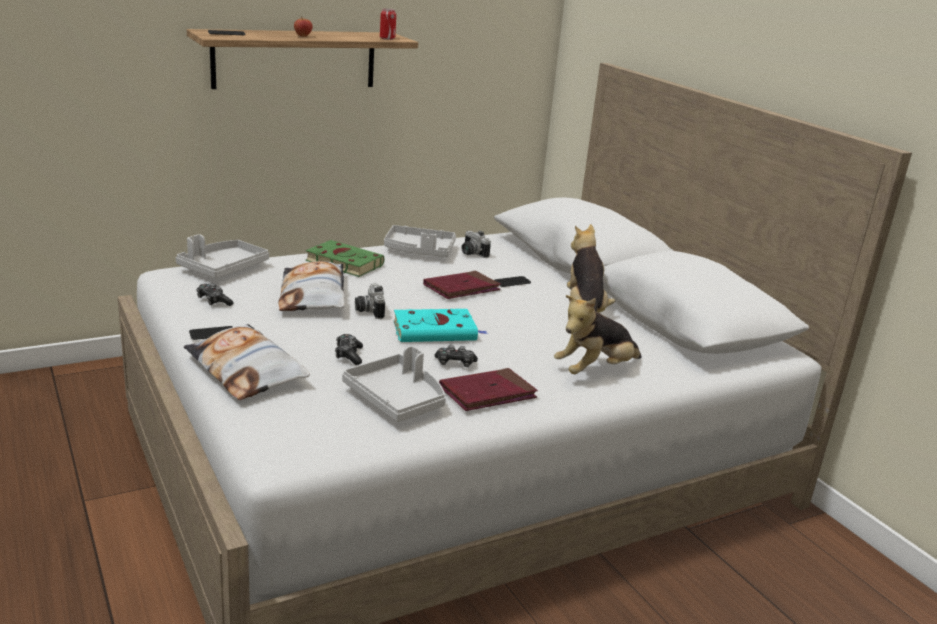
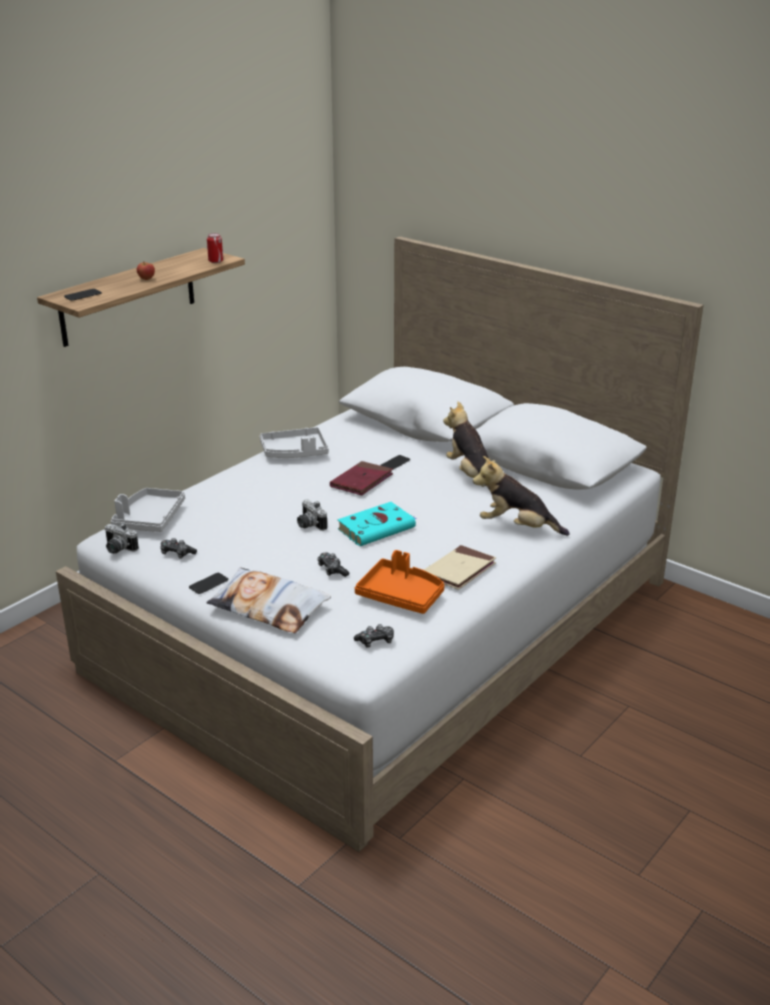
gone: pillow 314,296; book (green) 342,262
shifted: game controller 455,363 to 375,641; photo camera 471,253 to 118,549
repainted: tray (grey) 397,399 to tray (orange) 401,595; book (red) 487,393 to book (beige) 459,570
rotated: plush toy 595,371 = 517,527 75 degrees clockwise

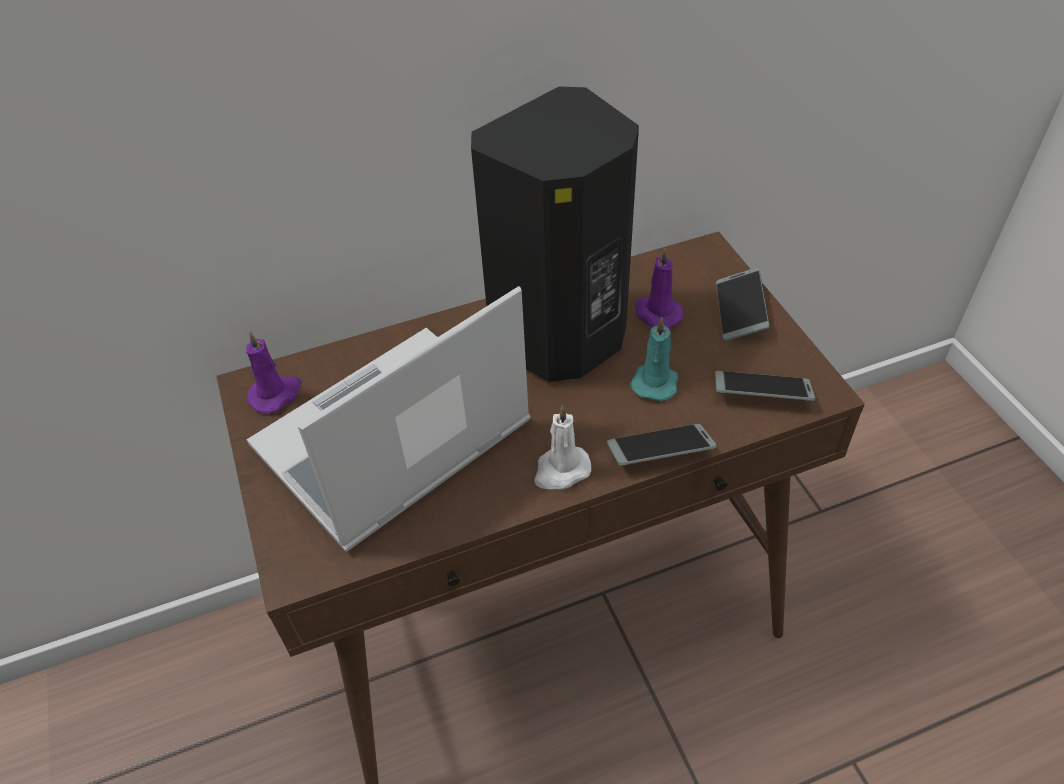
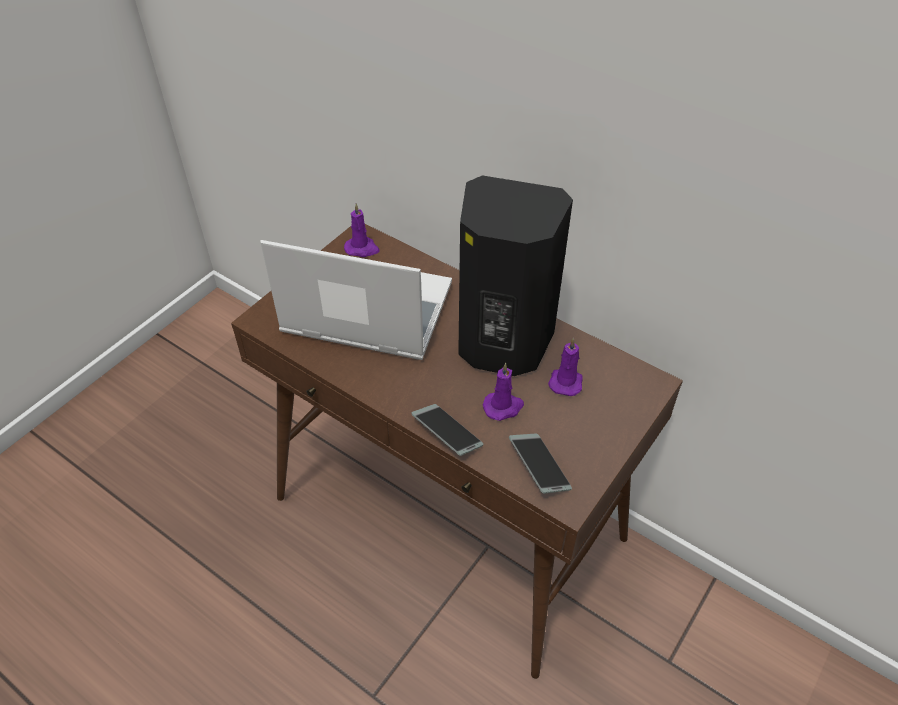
gone: candle (white) 561,470; phone 740,311
repainted: candle (turquoise) 655,381 to candle (purple) 503,407

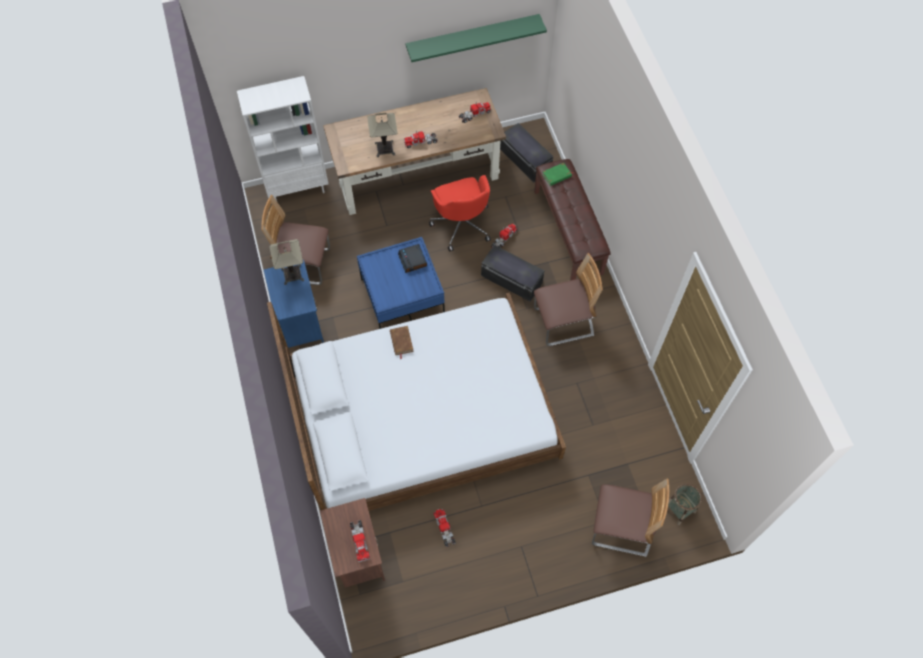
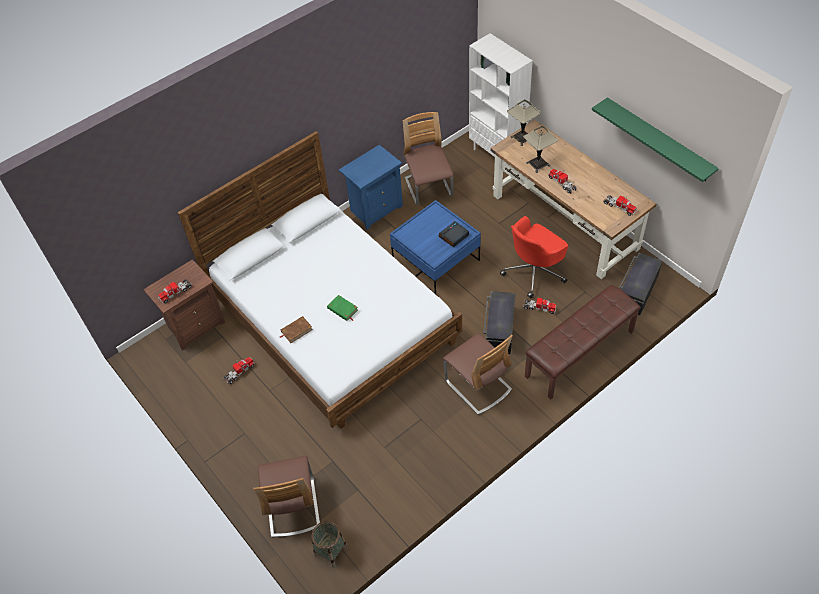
shifted: table lamp 292,274 to 522,138; book (brown) 401,342 to 296,330; book (green) 557,175 to 342,309

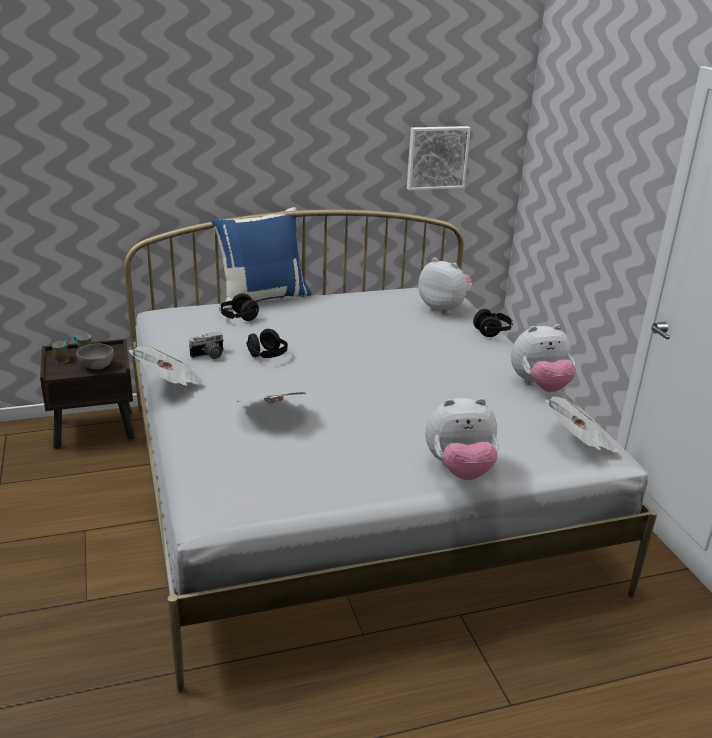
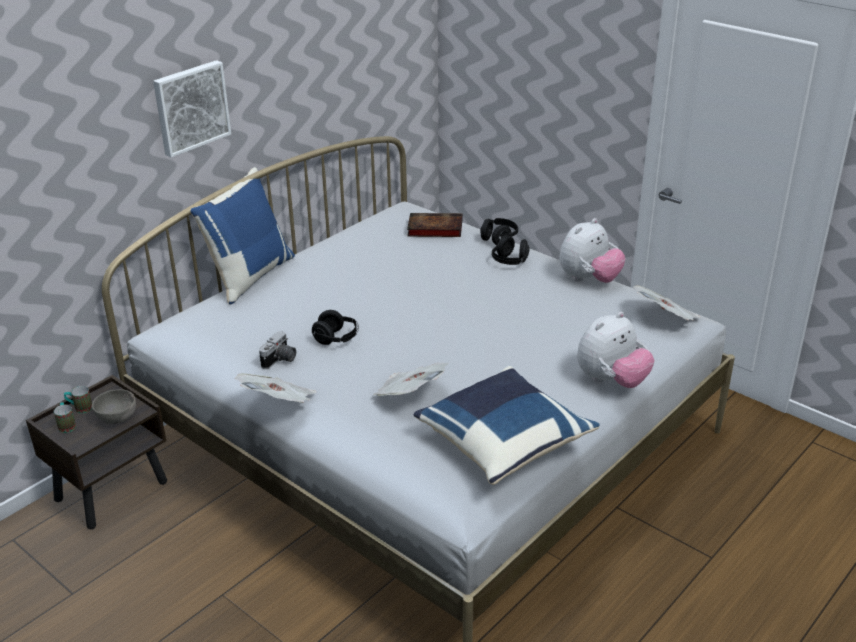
new: pillow (blue) 503,443
shifted: headphones (black) 238,318 to 510,262; picture 436,157 to 190,107
swapped: plush toy 444,308 to book 433,229

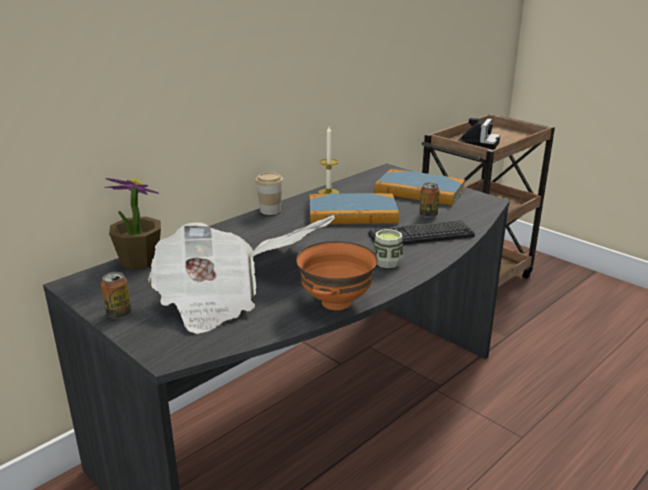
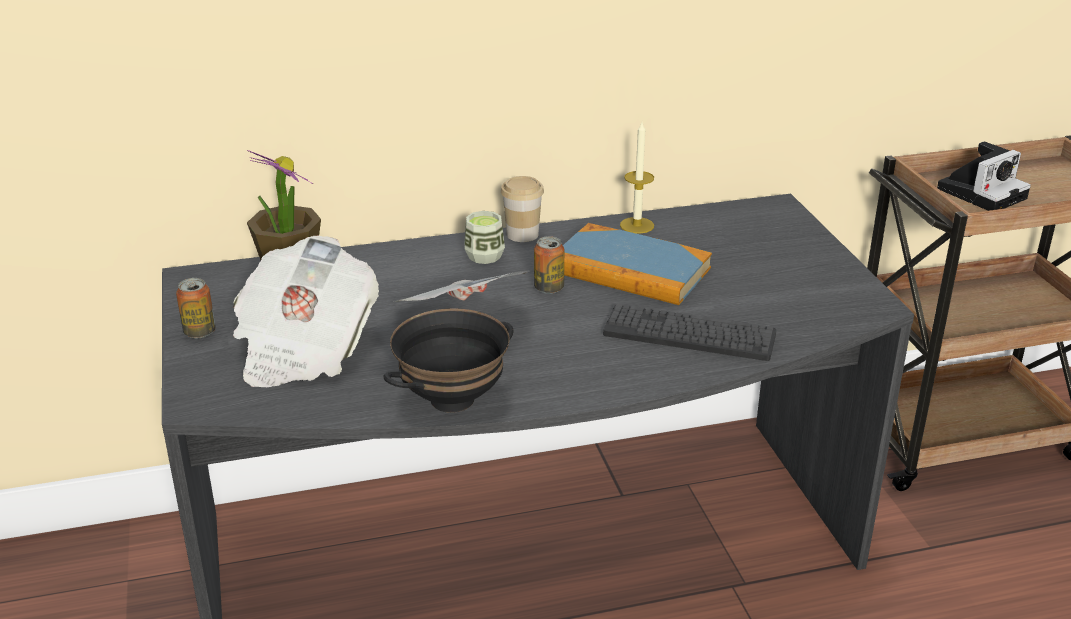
gone: book 419,191
shifted: cup 387,262 to 484,256; can 428,215 to 549,288
repainted: bowl (orange) 335,302 to bowl (black) 452,399

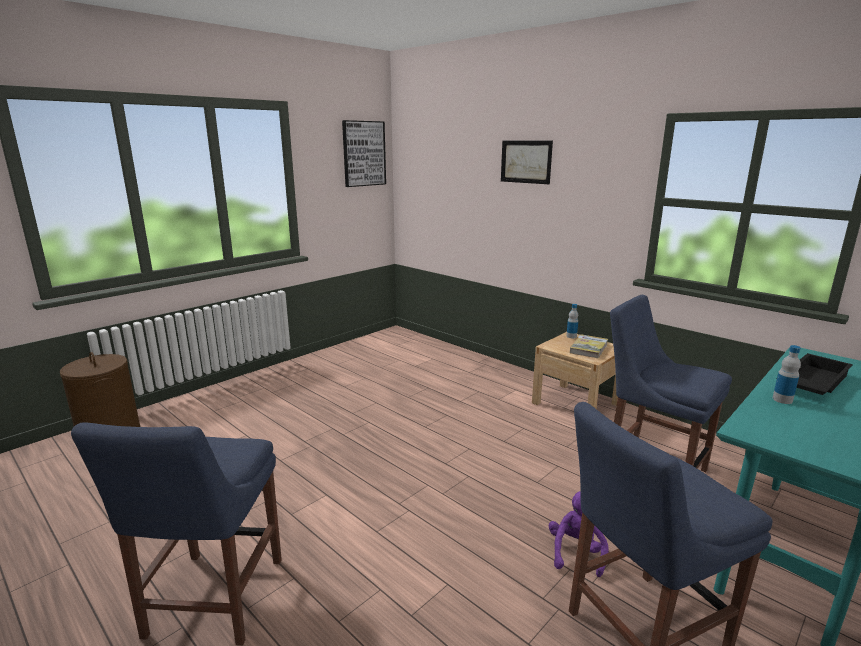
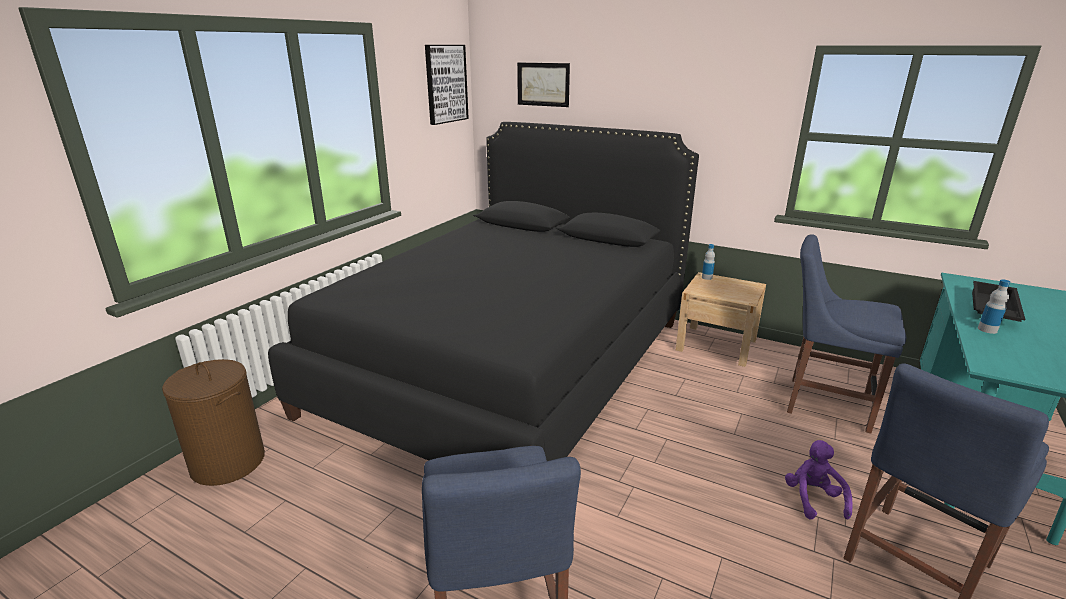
gone: book 589,348
new: bed (black) 510,364
shifted: picture 526,161 to 543,84

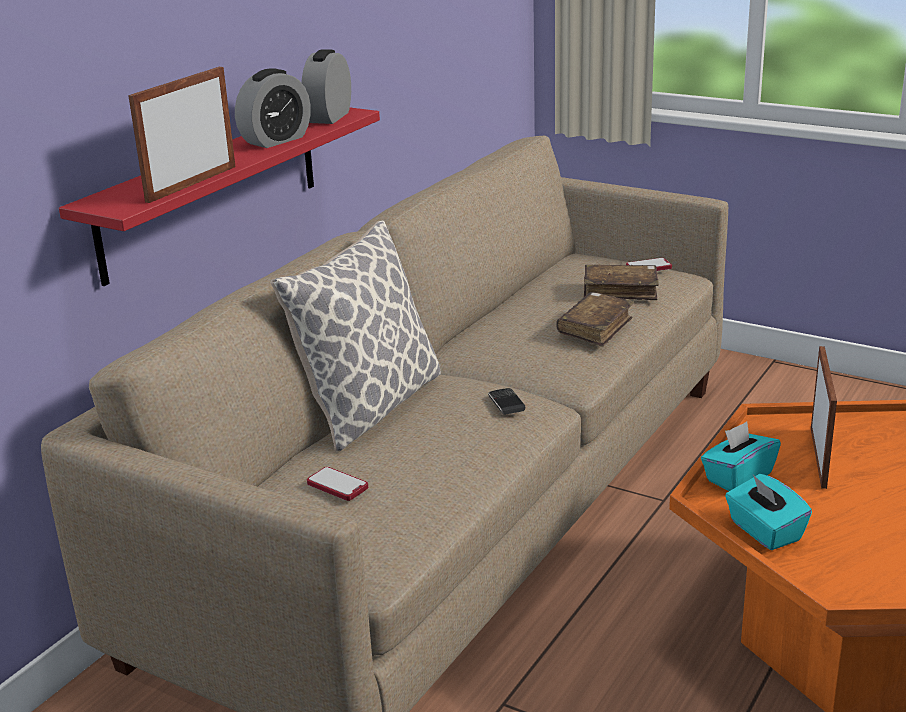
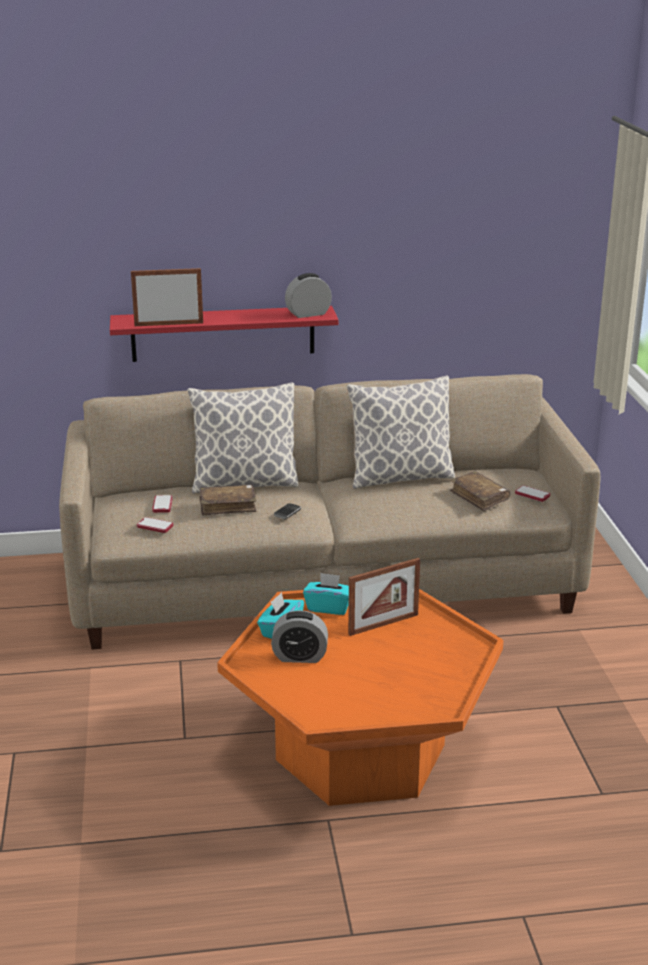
new: phone 155,526; pillow 400,477
shifted: alarm clock 276,140 to 300,657; book (brown) 595,328 to 227,506

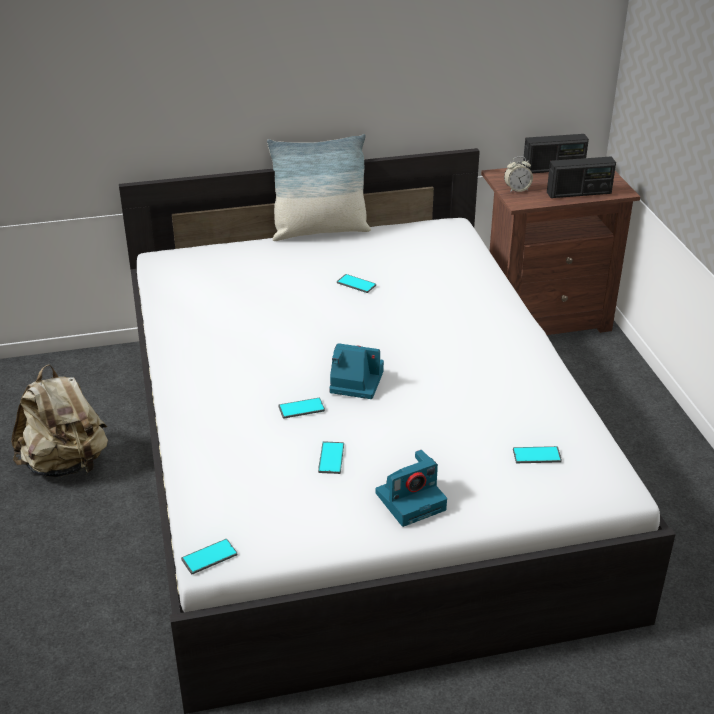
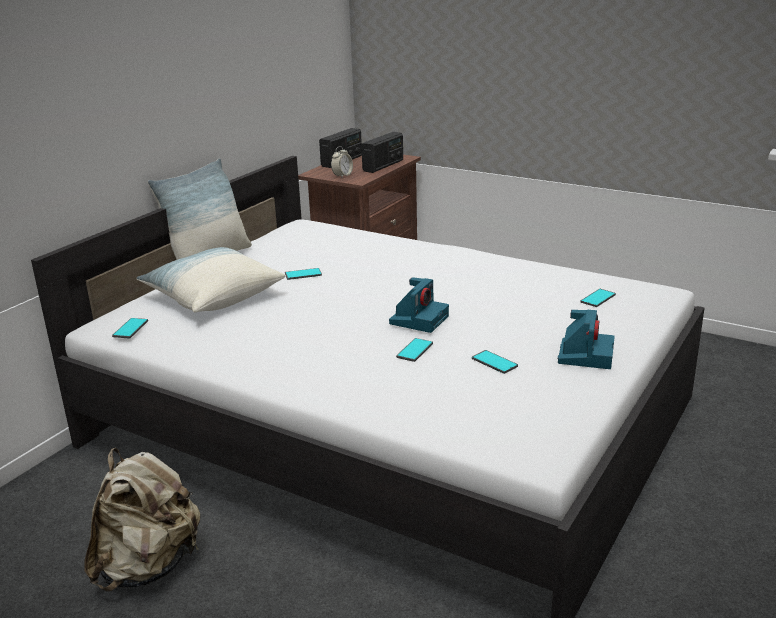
new: pillow 212,297
shifted: phone 209,557 to 130,329
rotated: photo camera 355,382 = 419,319 150 degrees clockwise

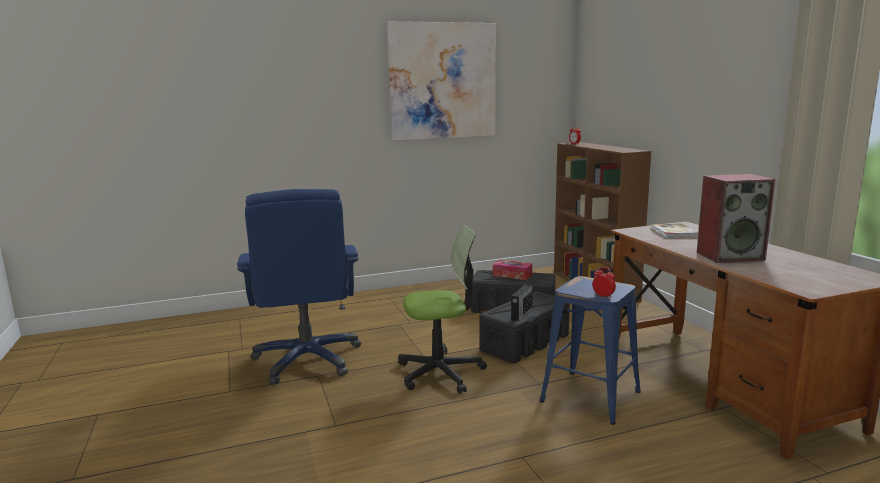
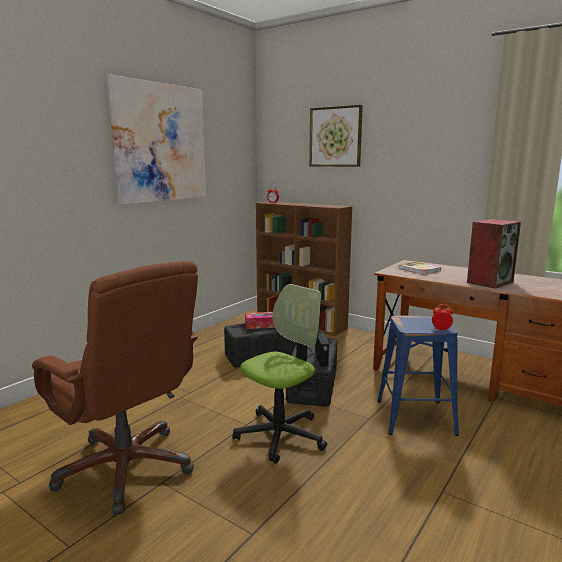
new: picture 335,137
repainted: office chair (blue) 308,360 to office chair (brown) 127,468

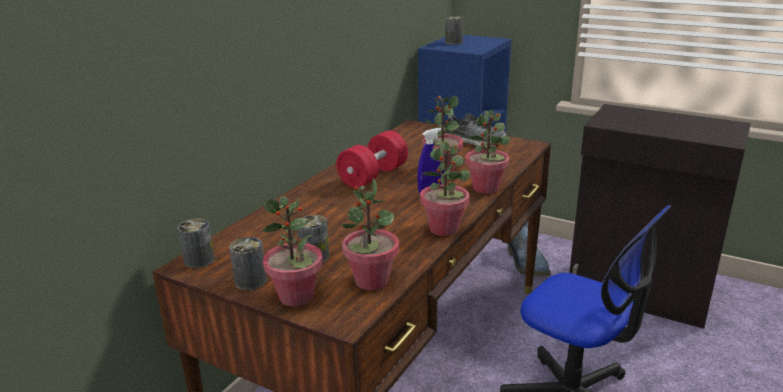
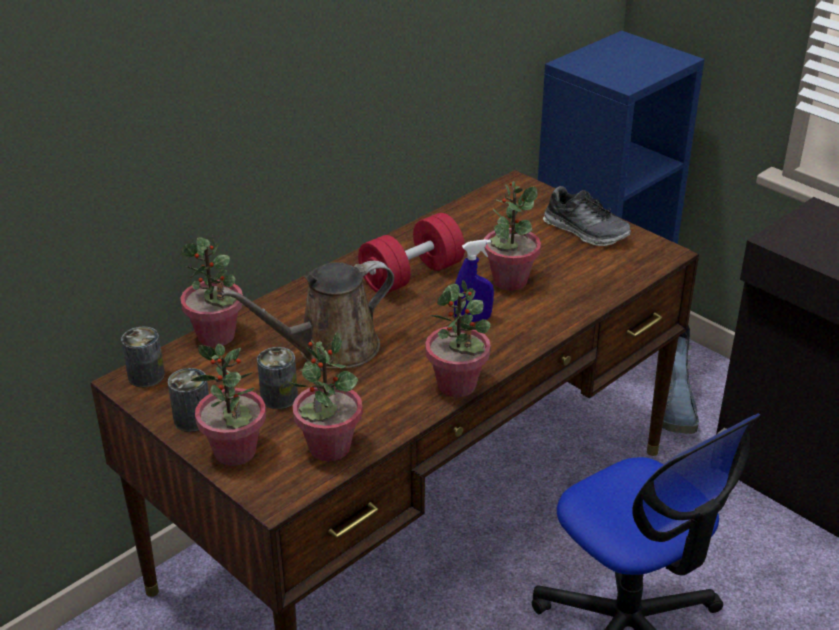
gone: can 453,42
new: watering can (brown) 330,349
shifted: potted plant 486,188 to 216,336

